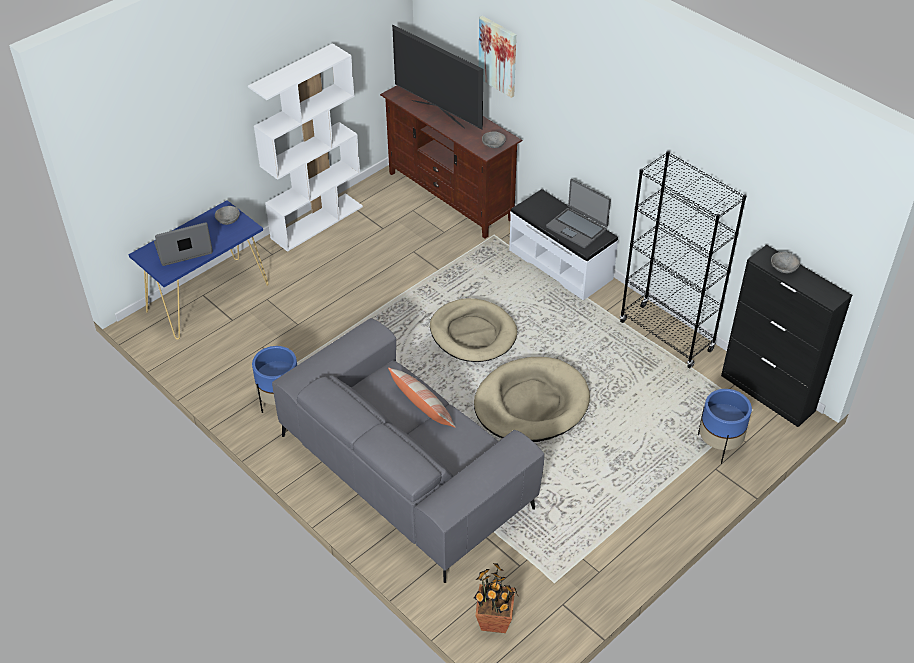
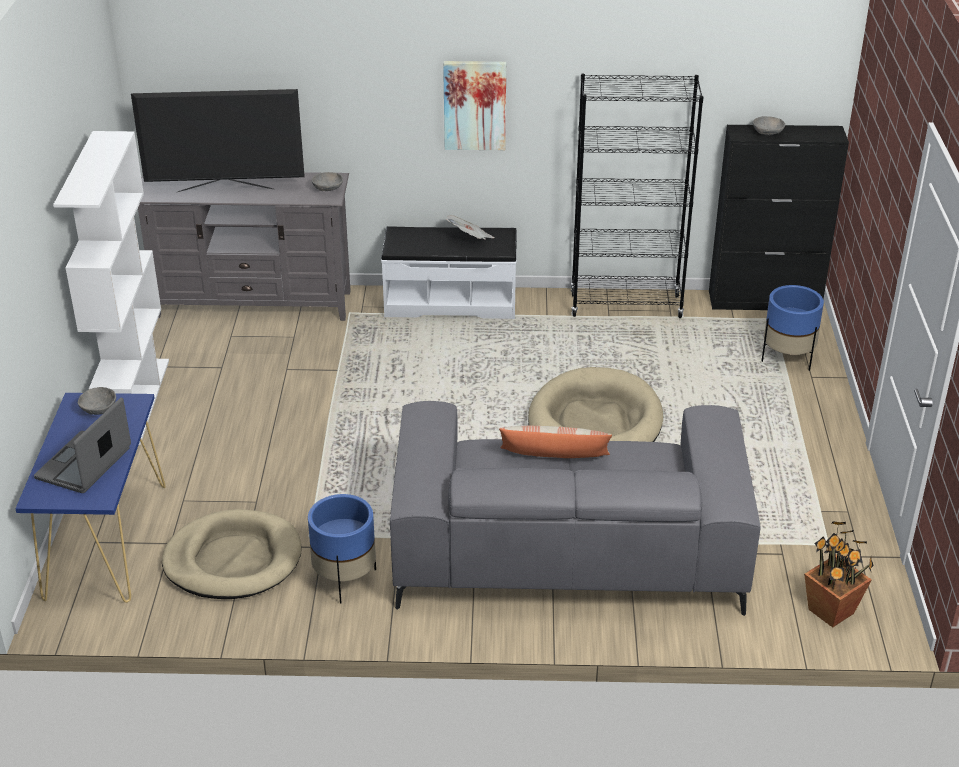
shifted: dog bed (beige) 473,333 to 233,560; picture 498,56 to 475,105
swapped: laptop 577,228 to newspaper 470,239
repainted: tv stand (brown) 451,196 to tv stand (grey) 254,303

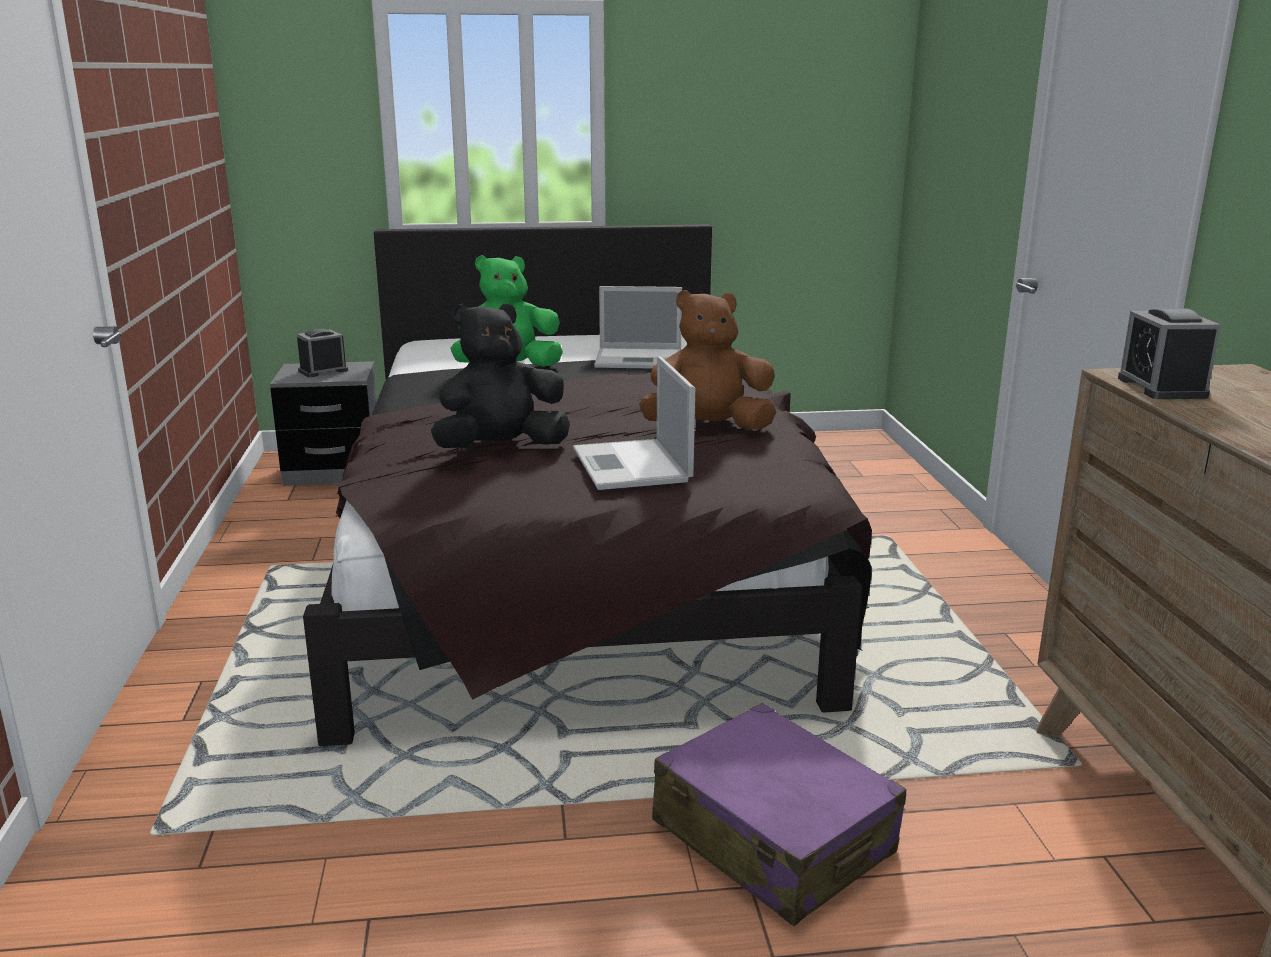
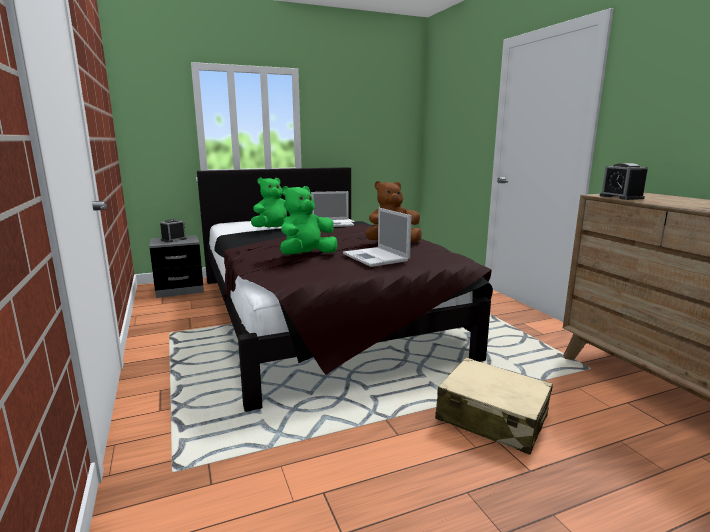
repainted: plush toy (black) 501,448 to plush toy (green) 307,256; suitcase (purple) 773,838 to suitcase (beige) 491,418

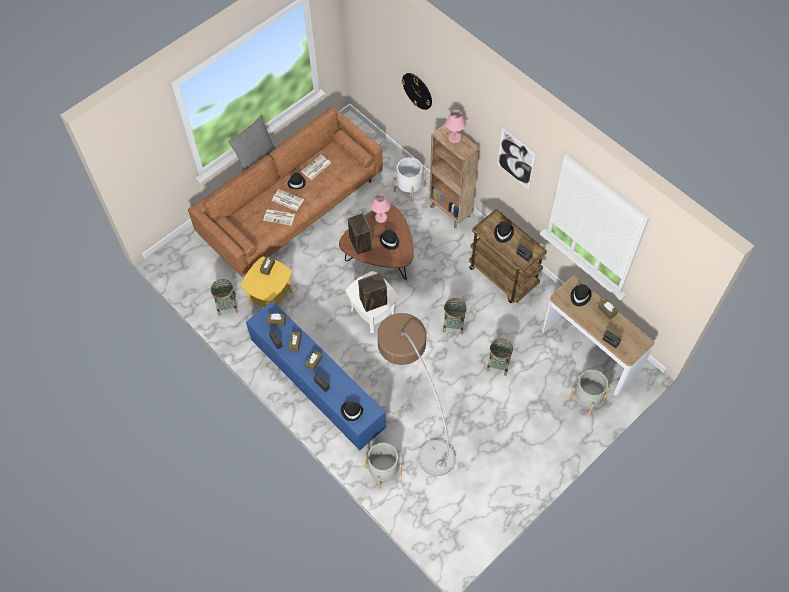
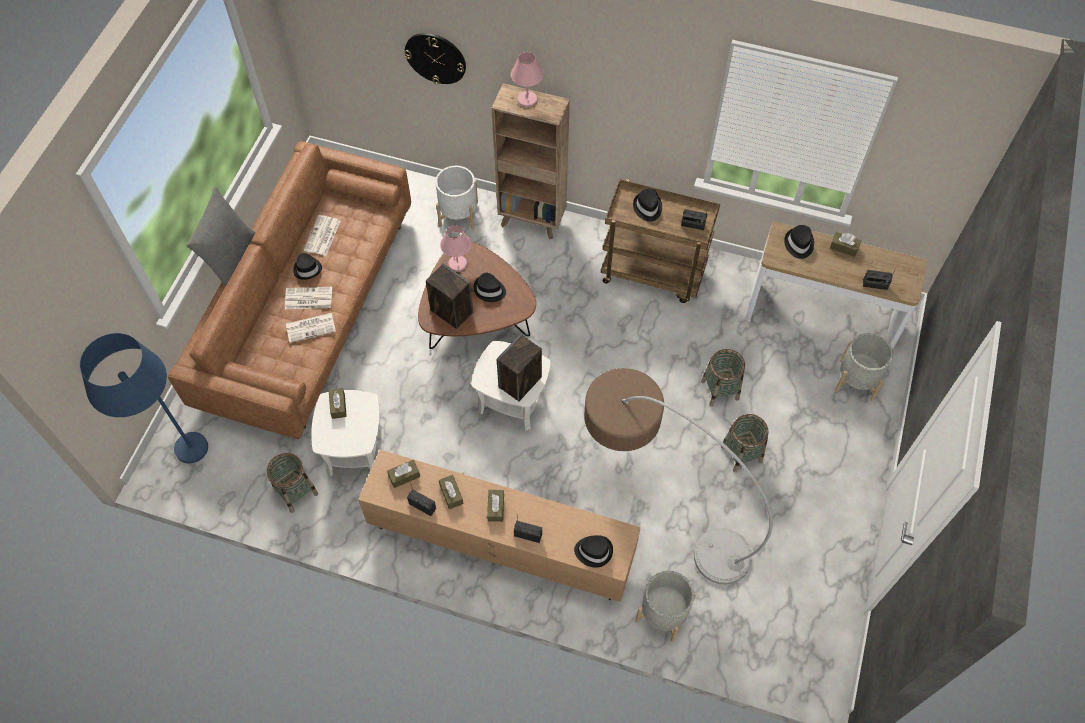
gone: picture 515,159
new: floor lamp (blue) 184,464
shifted: basket 453,324 to 741,454
repainted: side table (yellow) 271,297 to side table (white) 354,449; tv stand (blue) 318,388 to tv stand (brown) 501,544

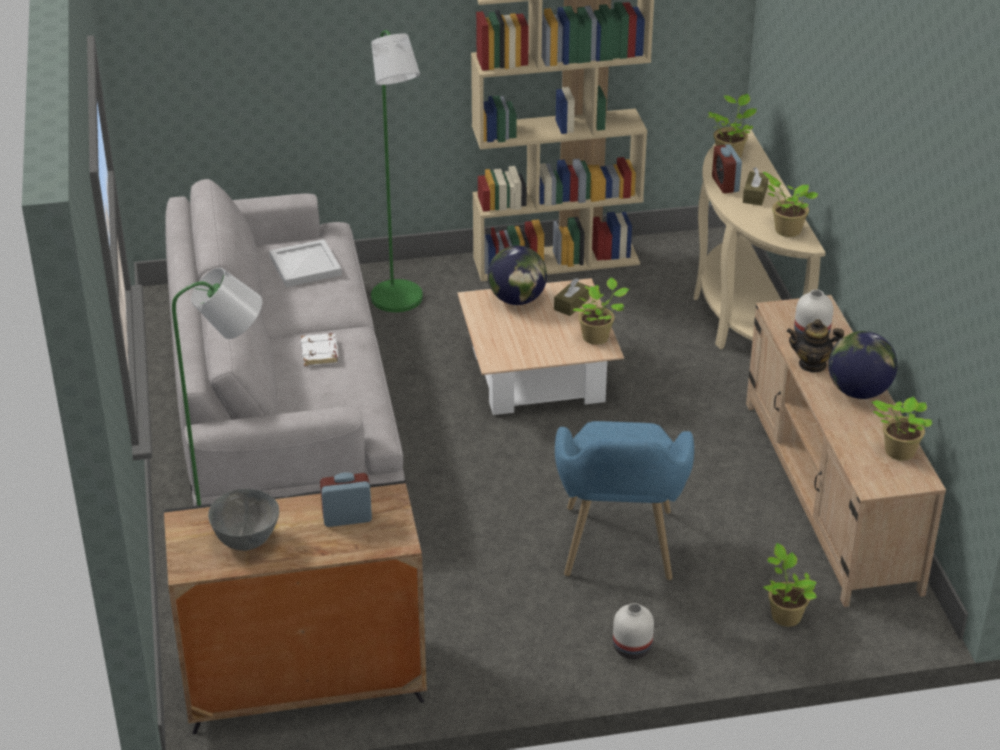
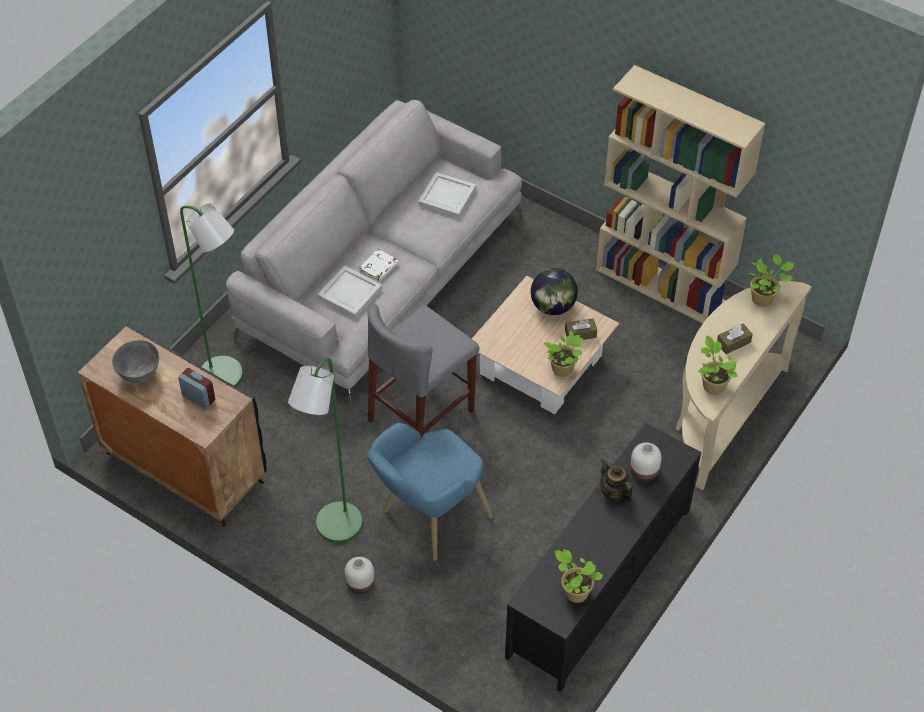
gone: alarm clock 725,184; potted plant 784,615; globe 858,392
new: tray (white) 349,293; stool (grey) 421,415
shifted: floor lamp (green) 400,303 to 334,530
repainted: tv stand (beige) 830,494 to tv stand (black) 599,582

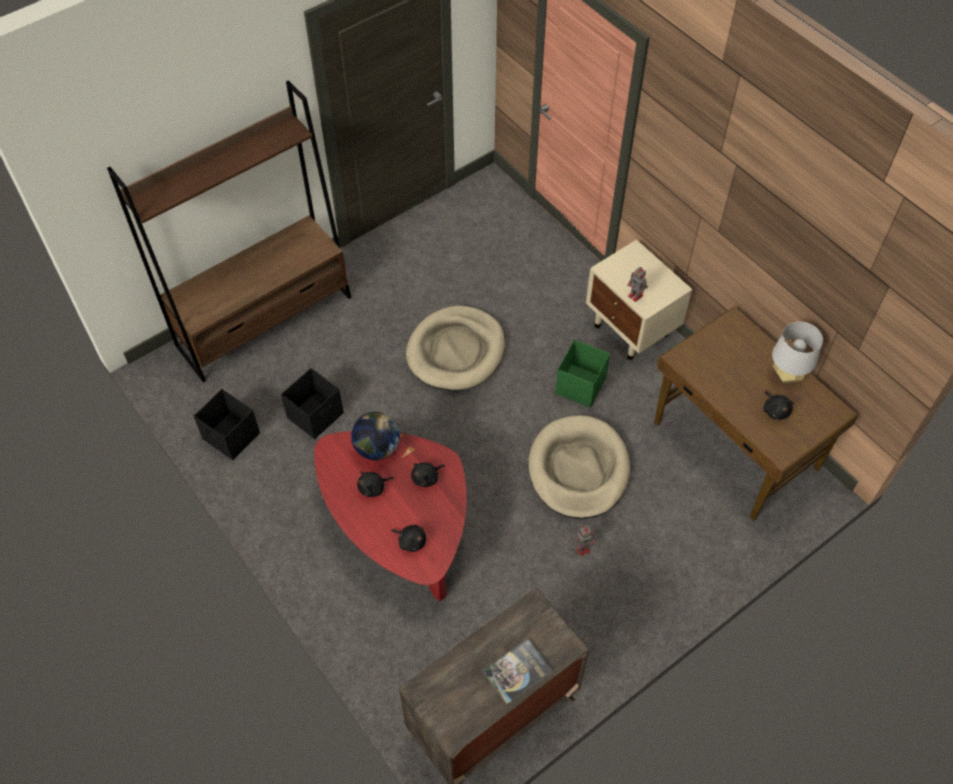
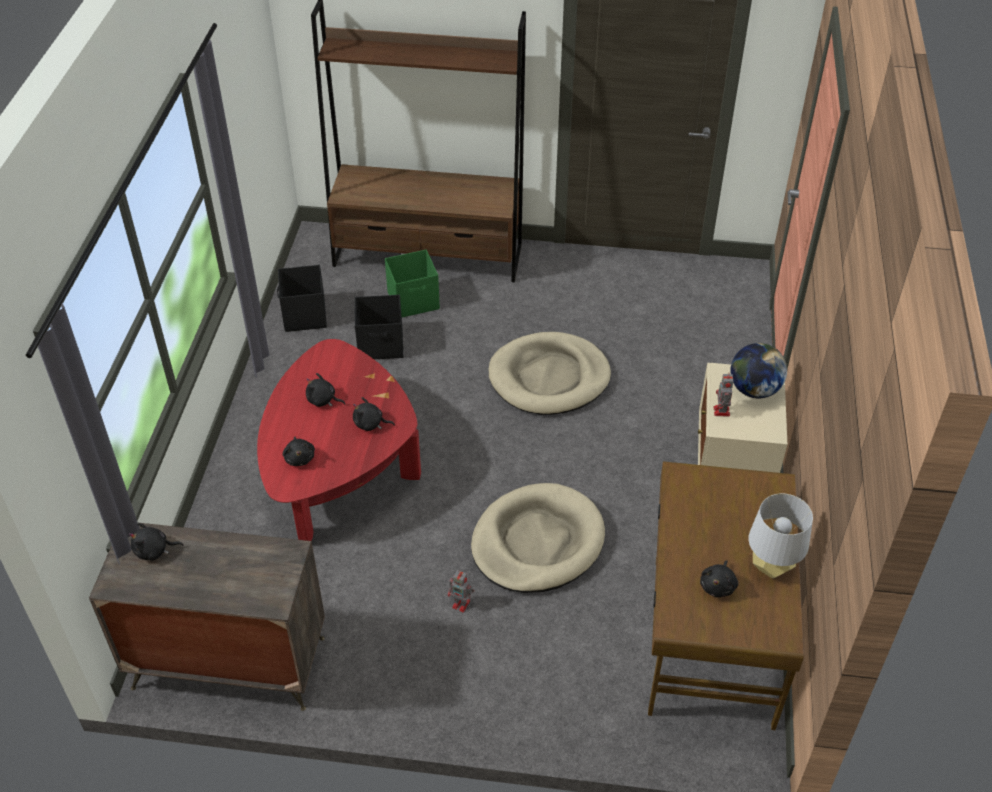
gone: book 517,671
new: plush toy (black) 154,550
shifted: globe 377,448 to 754,390; storage box (green) 581,385 to 414,301

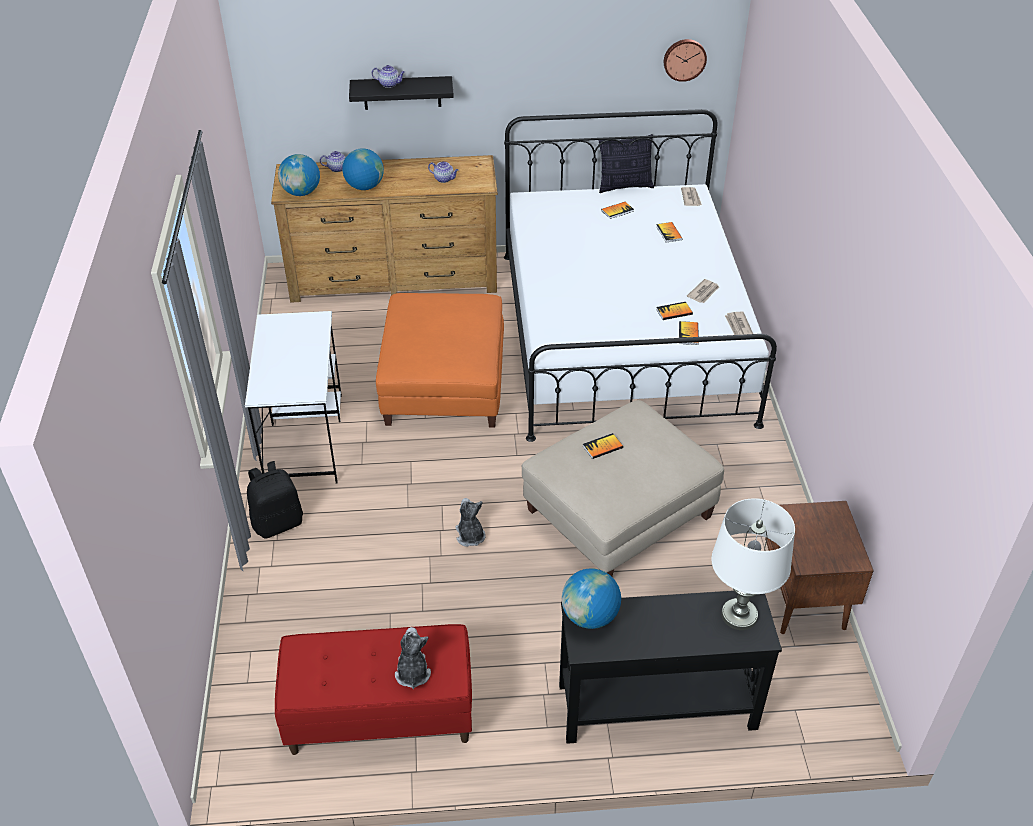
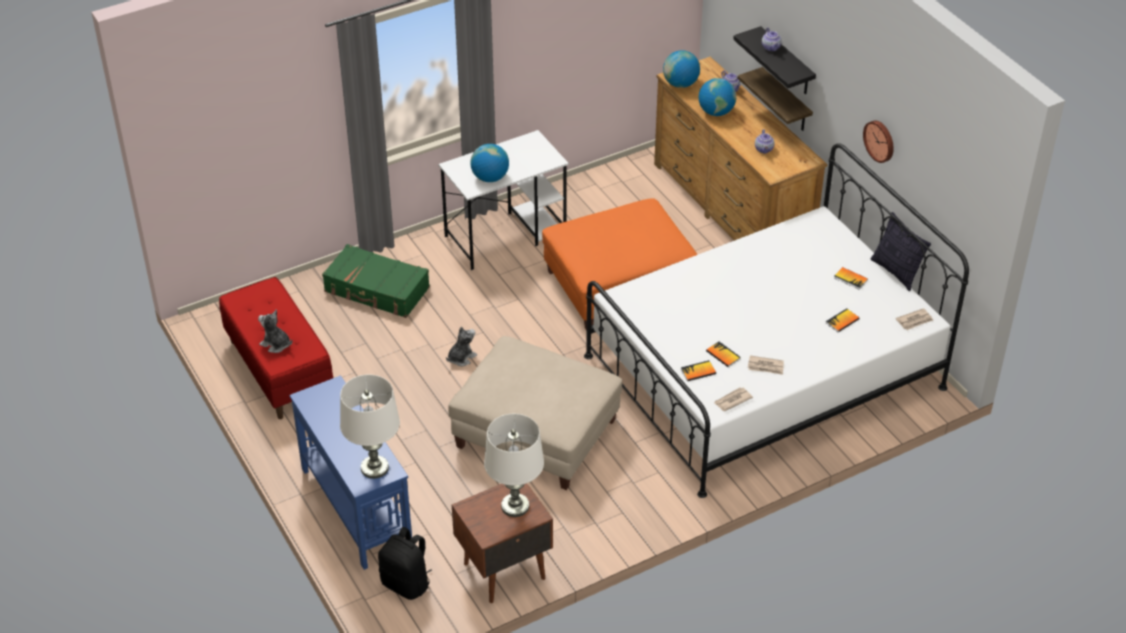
gone: book 602,447
new: suitcase (green) 377,290; table lamp (white) 515,506; shelf 786,101
shifted: backpack (black) 278,522 to 407,584; globe 590,616 to 490,178; wall clock 684,59 to 880,140
repainted: console table (black) 655,706 to console table (blue) 356,507
rotated: plush toy 412,672 = 276,344 120 degrees counterclockwise

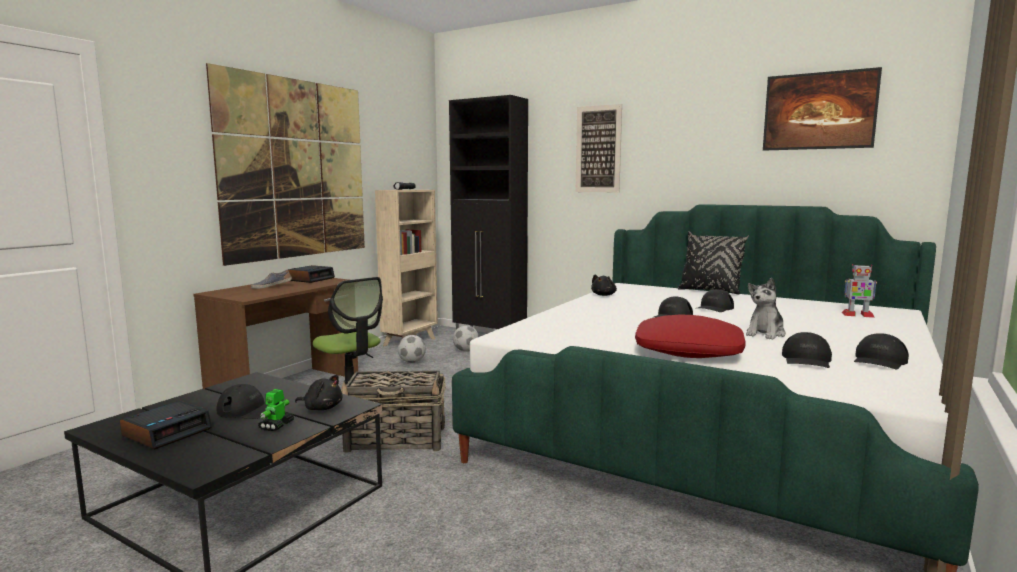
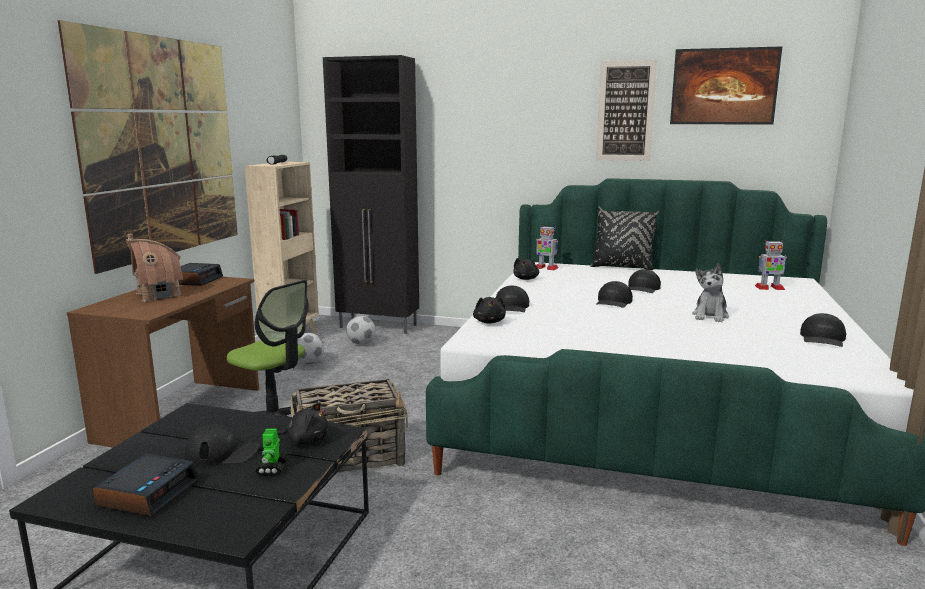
gone: pillow (red) 688,350
new: plush toy (black) 489,322; toy robot 545,268
shifted: picture 598,149 to 625,111; cap (black) 806,360 to 511,307
swapped: shoe 271,287 to toy house 159,295

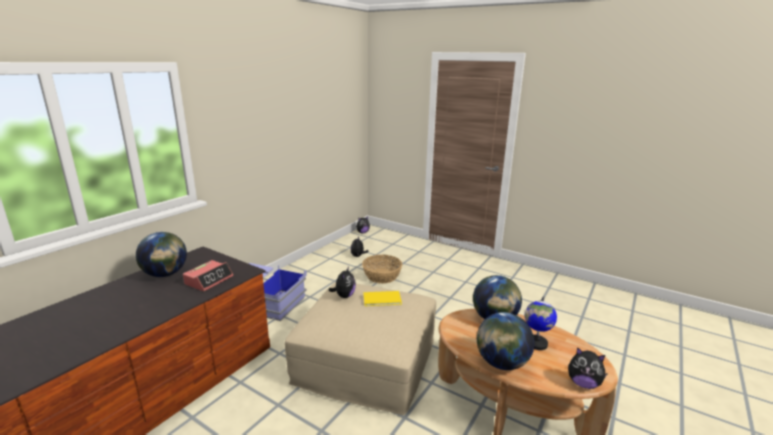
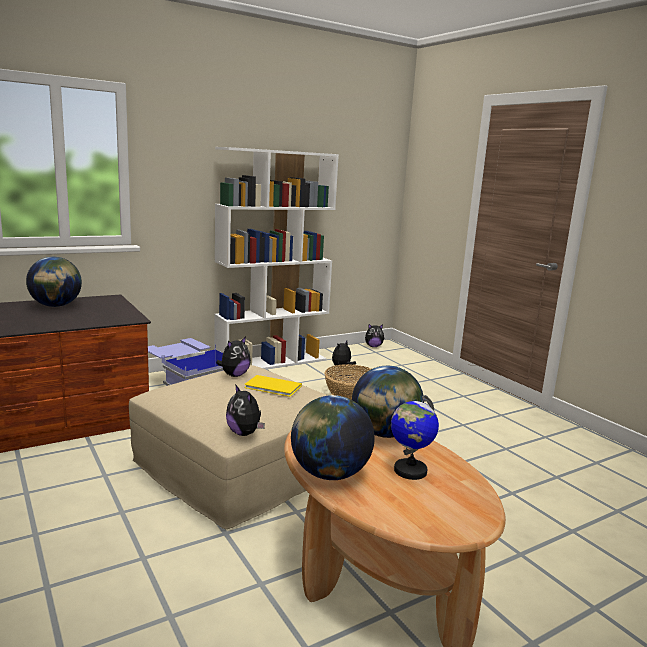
gone: alarm clock 209,280
new: bookcase (white) 272,362
shifted: plush toy 583,383 to 245,433

